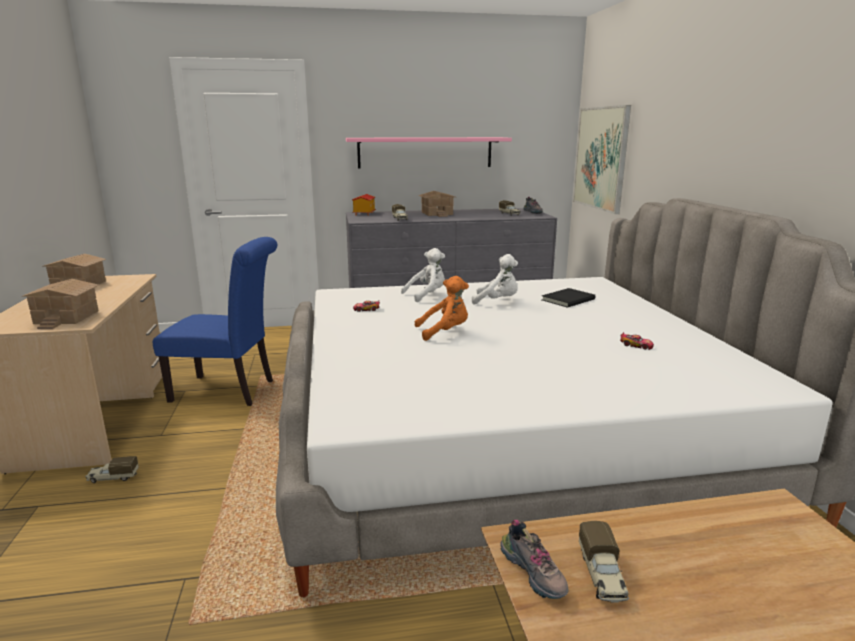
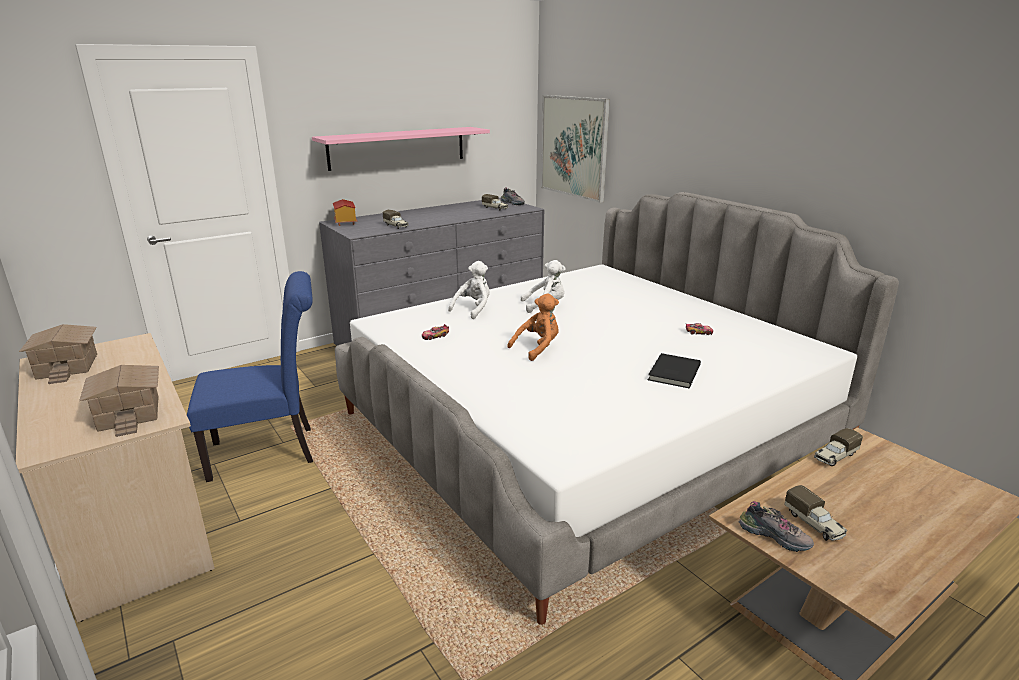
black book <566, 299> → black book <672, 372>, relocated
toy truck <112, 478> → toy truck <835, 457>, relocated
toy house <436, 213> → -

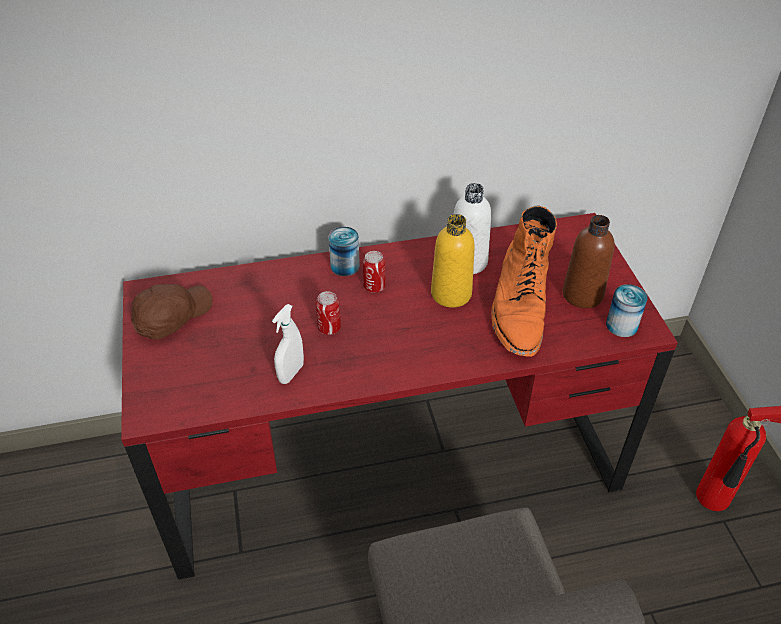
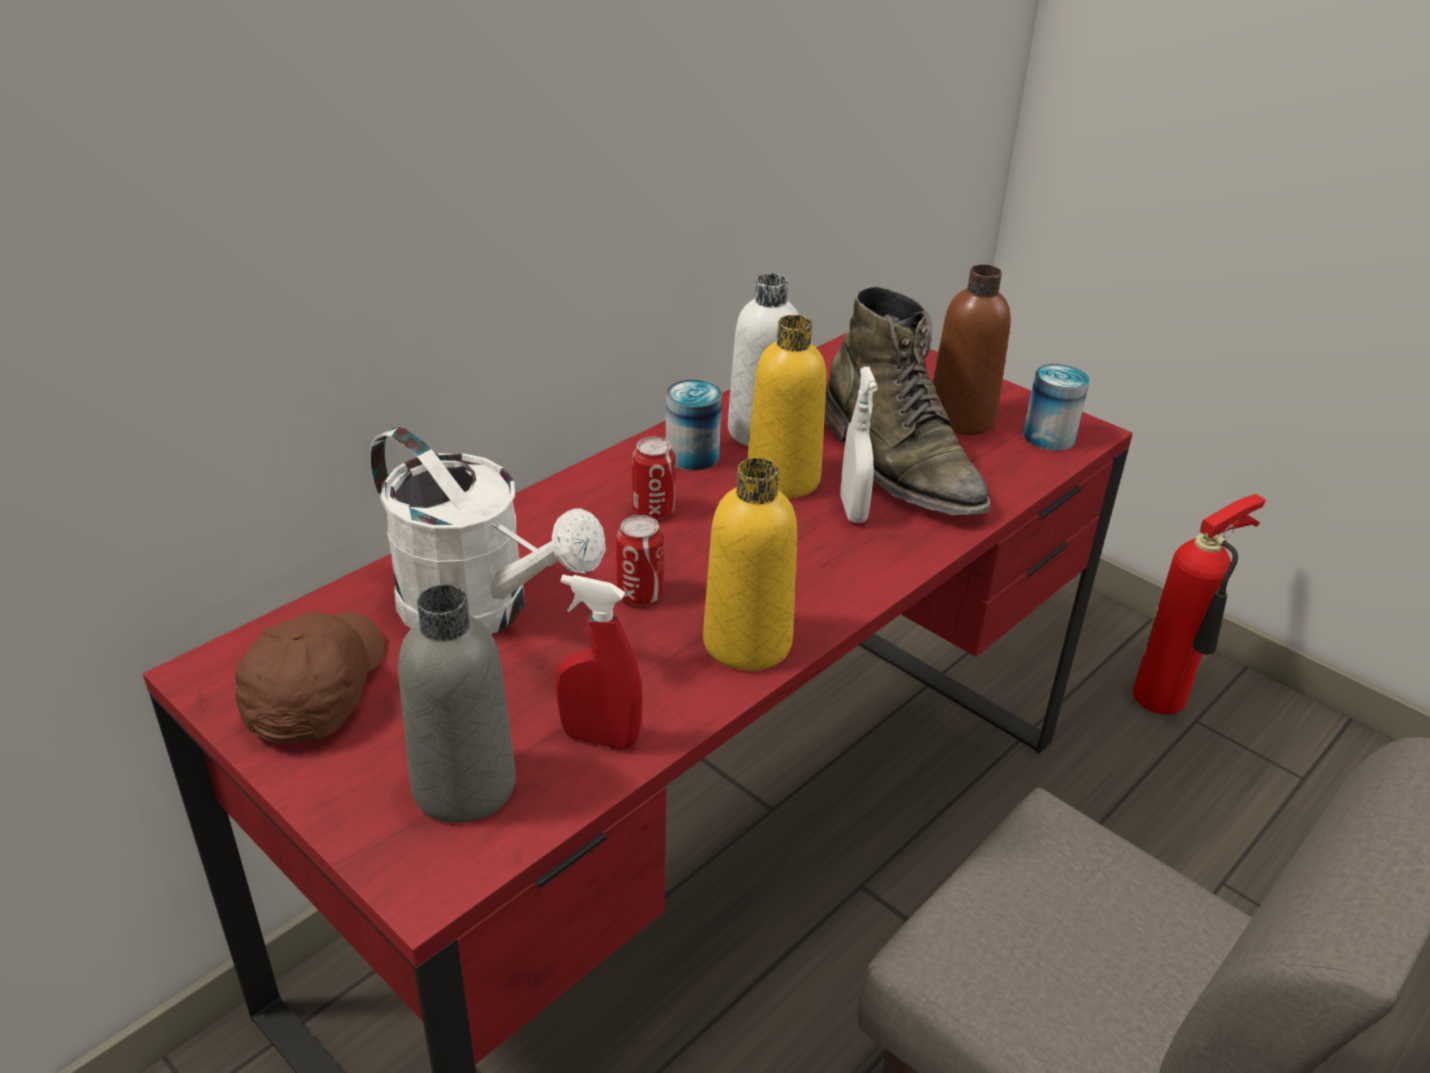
- → white watering can <481, 611>
- → grey bottle <464, 786>
- → red spray bottle <600, 738>
can <345, 266> → can <692, 456>, relocated
- → yellow bottle <747, 643>
orange boot <519, 308> → green boot <898, 463>
white spray bottle <291, 373> → white spray bottle <853, 509>, relocated

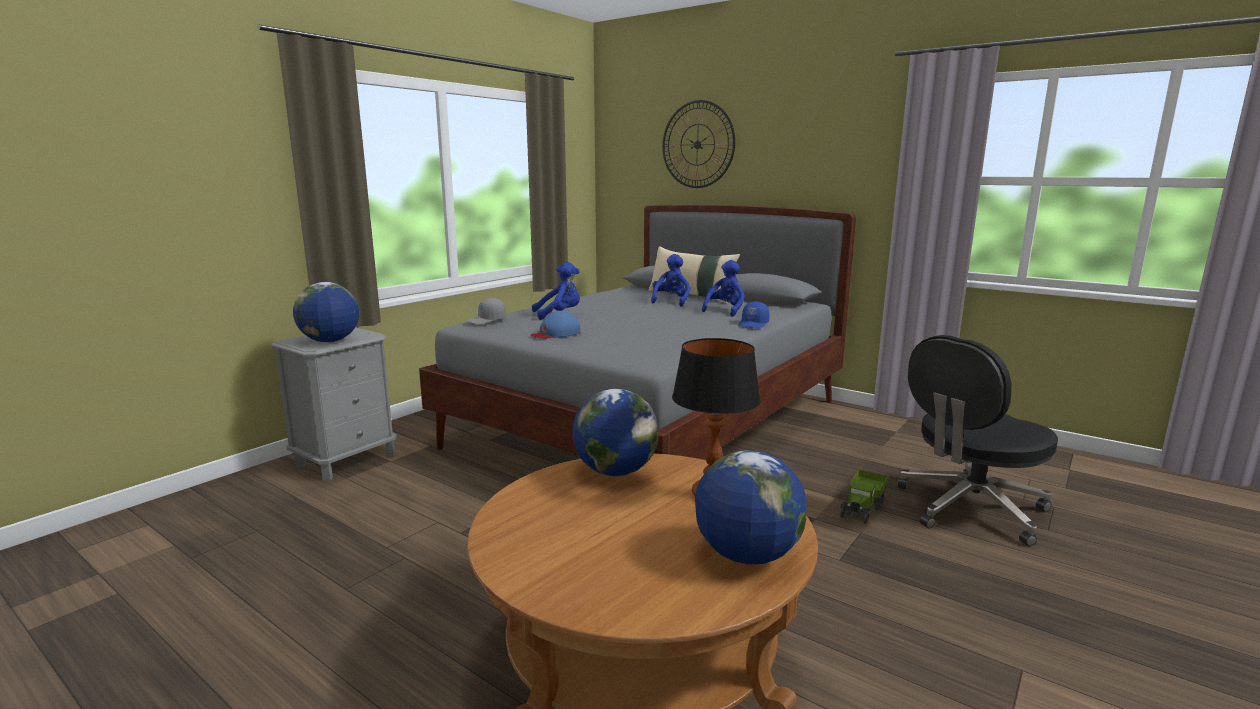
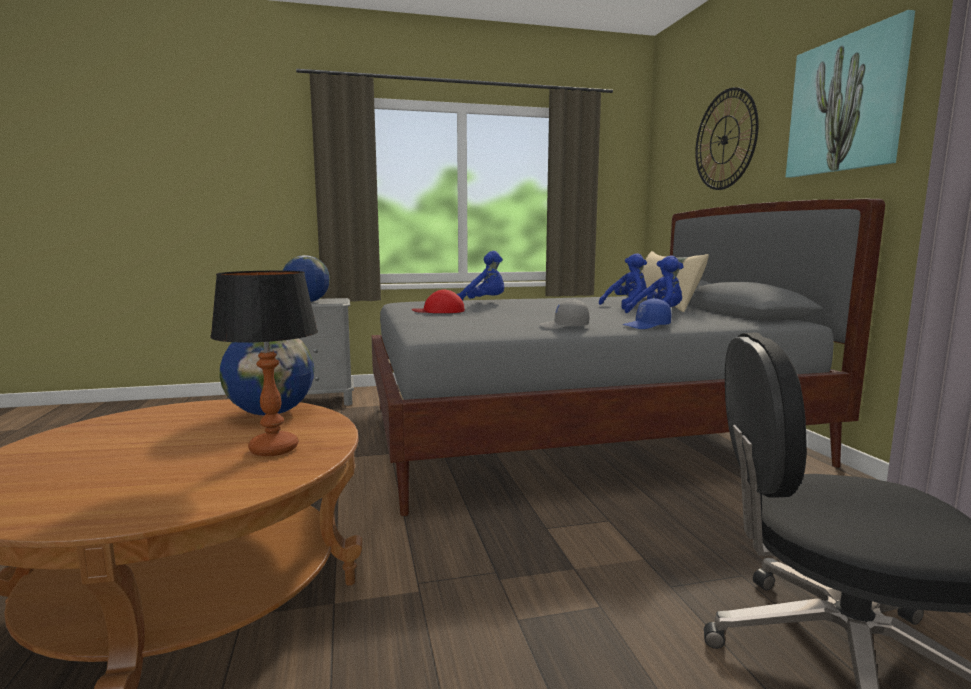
blue cap <556, 333> → red cap <439, 311>
grey cap <486, 320> → grey cap <563, 327>, relocated
- → picture <845, 104>
globe <747, 555> → -
toy truck <862, 506> → -

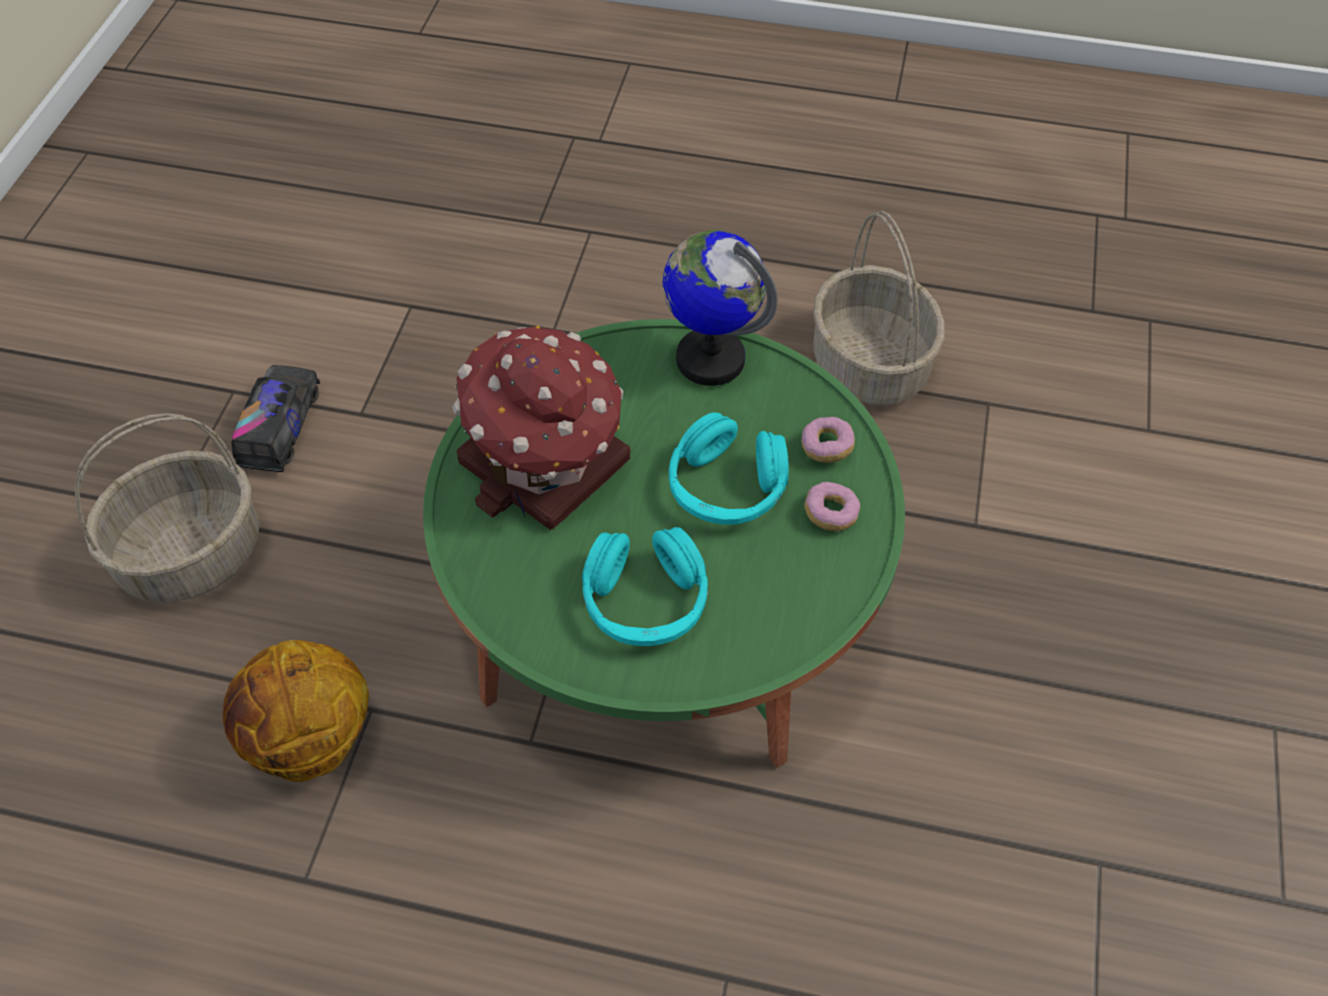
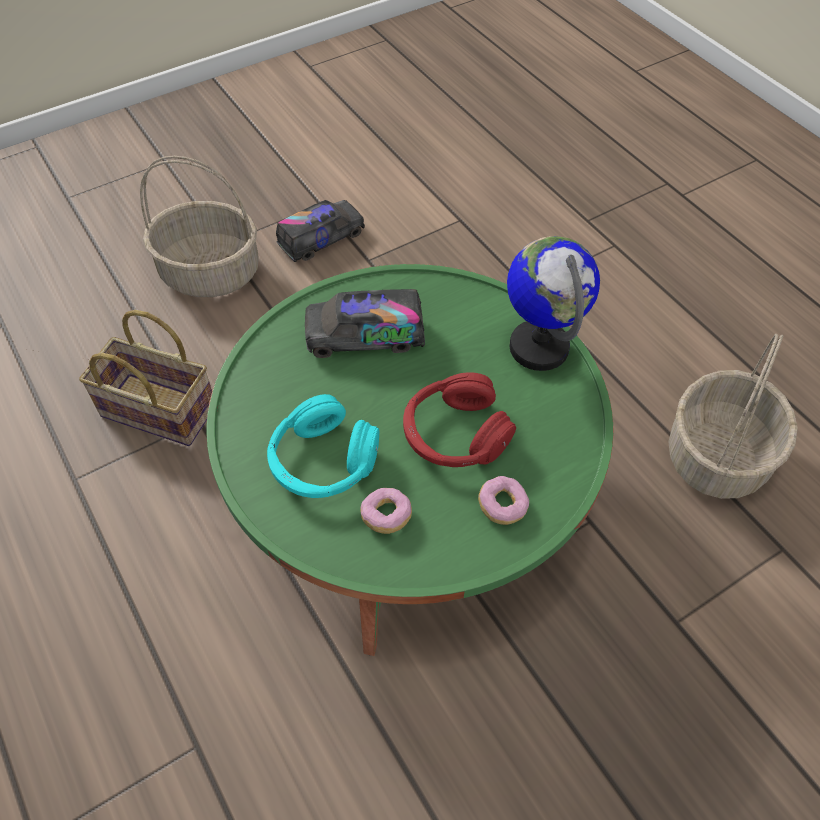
basketball <311, 740> → basket <155, 411>
toy house <546, 465> → toy truck <365, 337>
donut <826, 447> → donut <386, 516>, relocated
turquoise headphones <726, 487> → red headphones <454, 434>

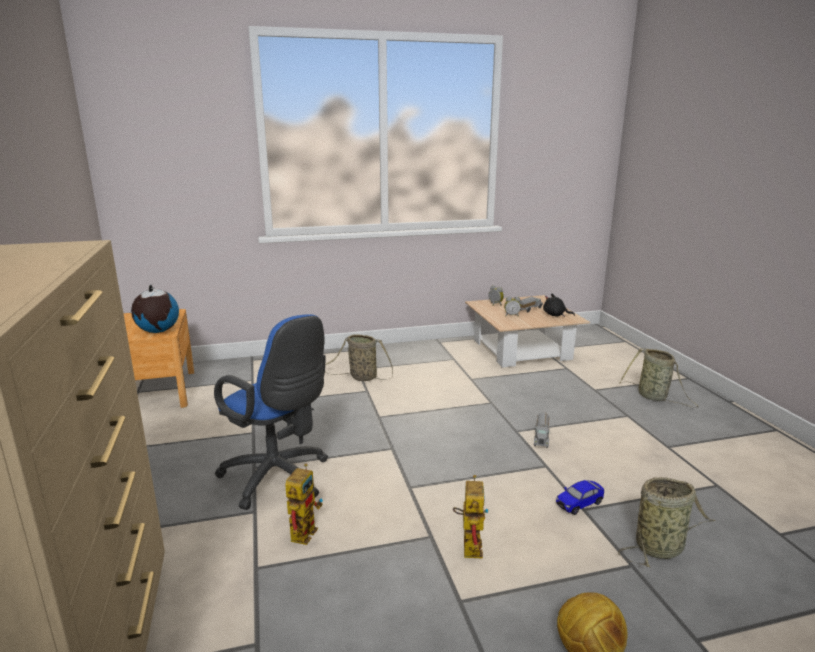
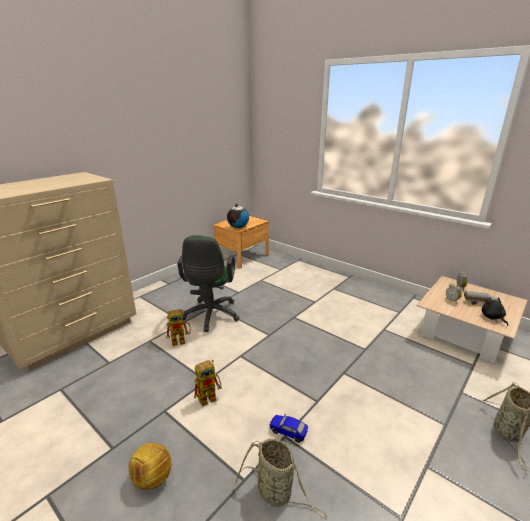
blue office chair <279, 479> → green office chair <211, 316>
basket <361, 377> → -
toy truck <542, 438> → -

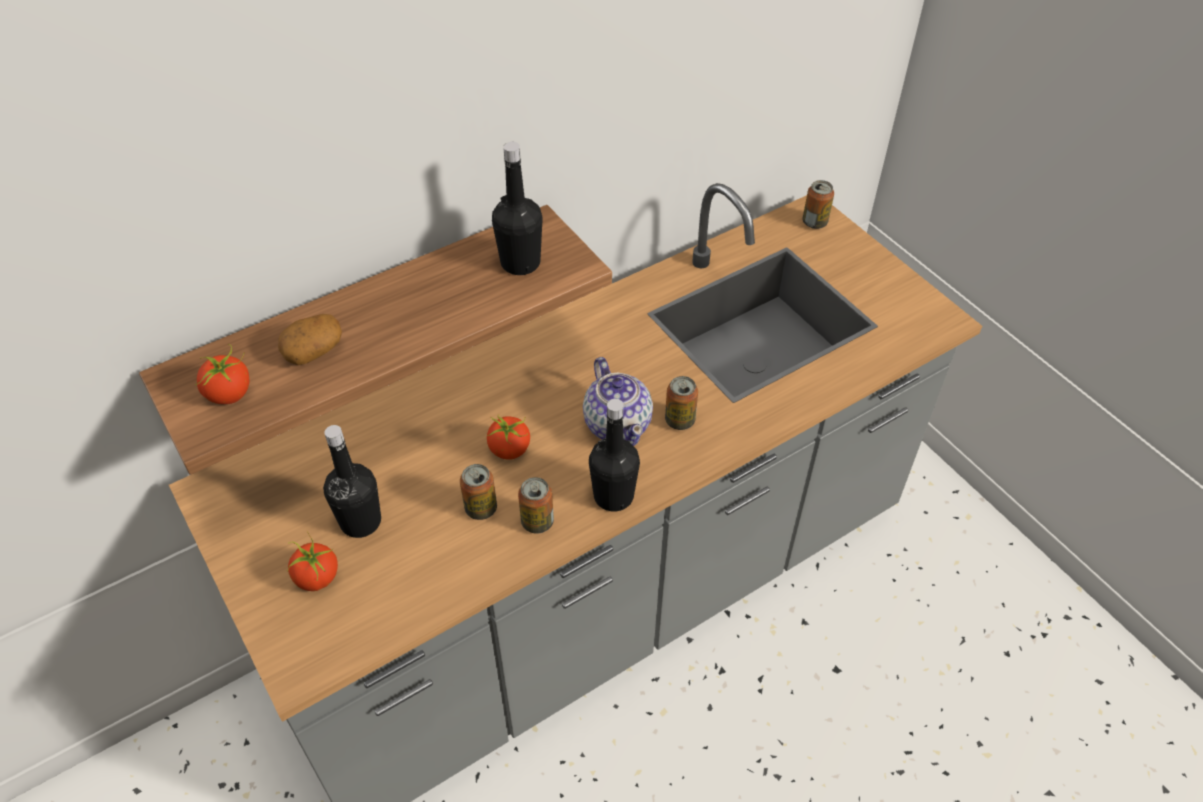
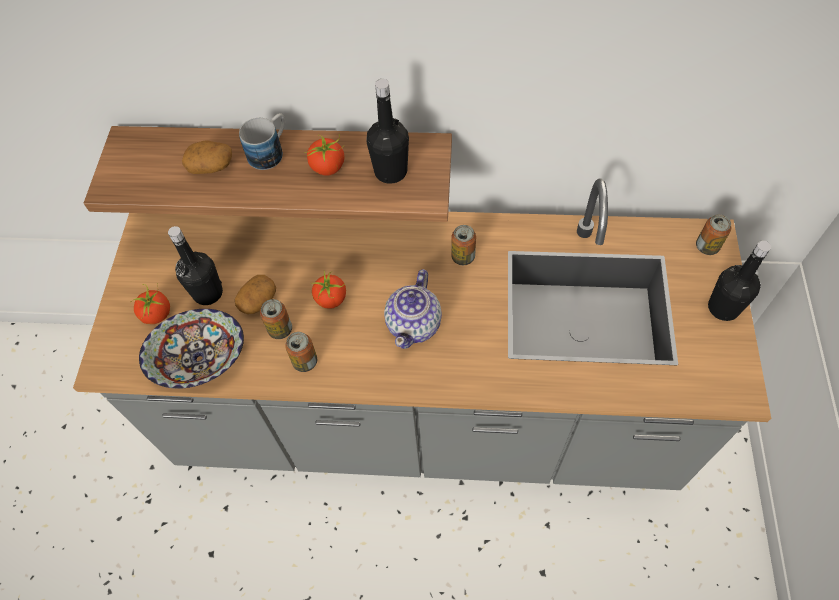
- → bowl <199, 358>
- → potato <258, 301>
- → mug <271, 151>
tomato <229, 394> → tomato <328, 167>, relocated
can <679, 420> → can <463, 257>, relocated
black bottle <613, 496> → black bottle <723, 308>, relocated

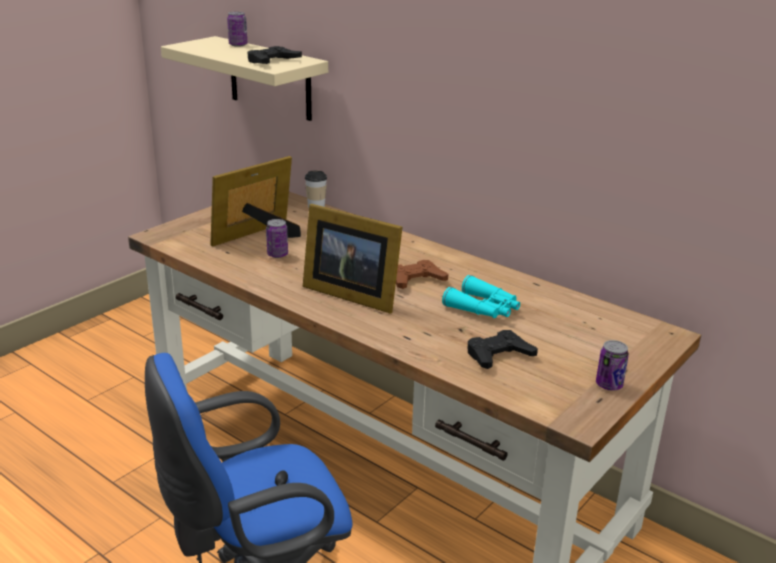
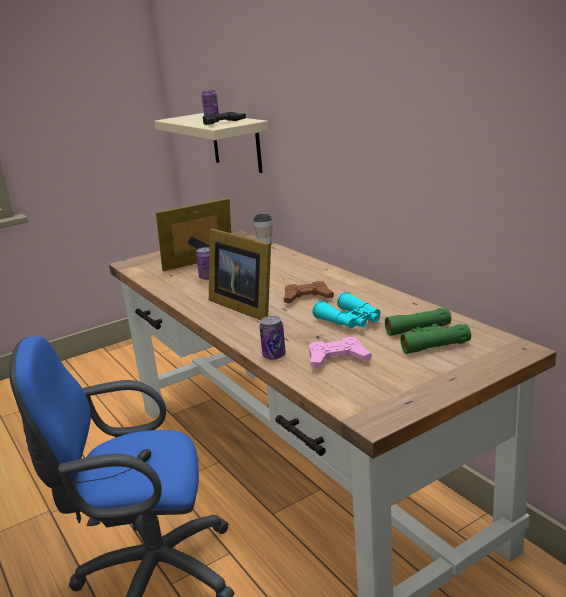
can <609, 385> → can <274, 356>, relocated
black game controller <498, 355> → pink game controller <337, 358>
- → green binoculars <426, 338>

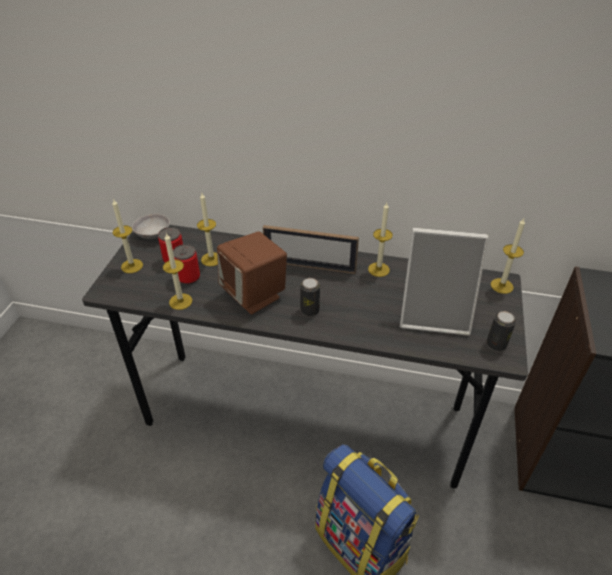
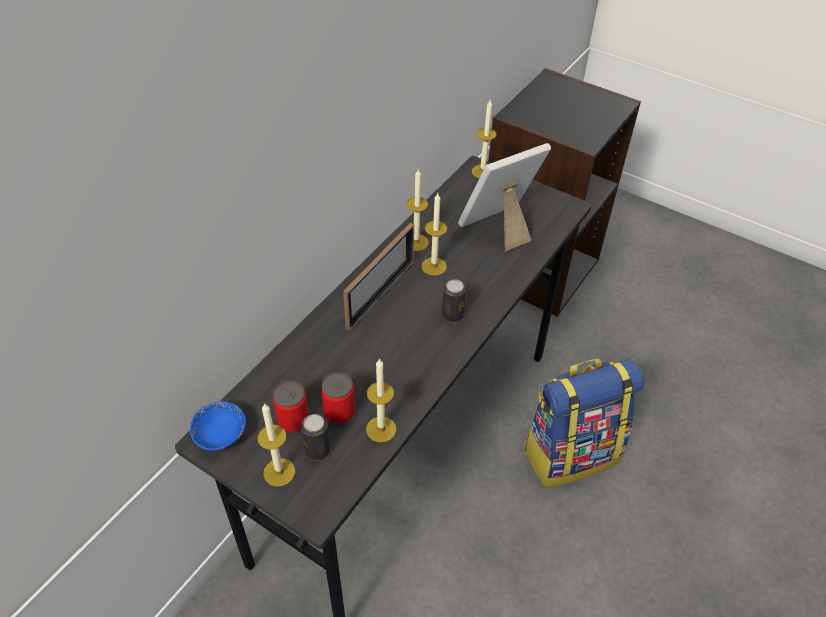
grey bowl <153, 234> → blue bowl <221, 435>
can <496, 344> → can <317, 450>, relocated
candle <211, 259> → candle <434, 266>, relocated
picture frame <435, 314> → picture frame <500, 228>, 150 degrees counterclockwise
brown speaker <255, 295> → -

